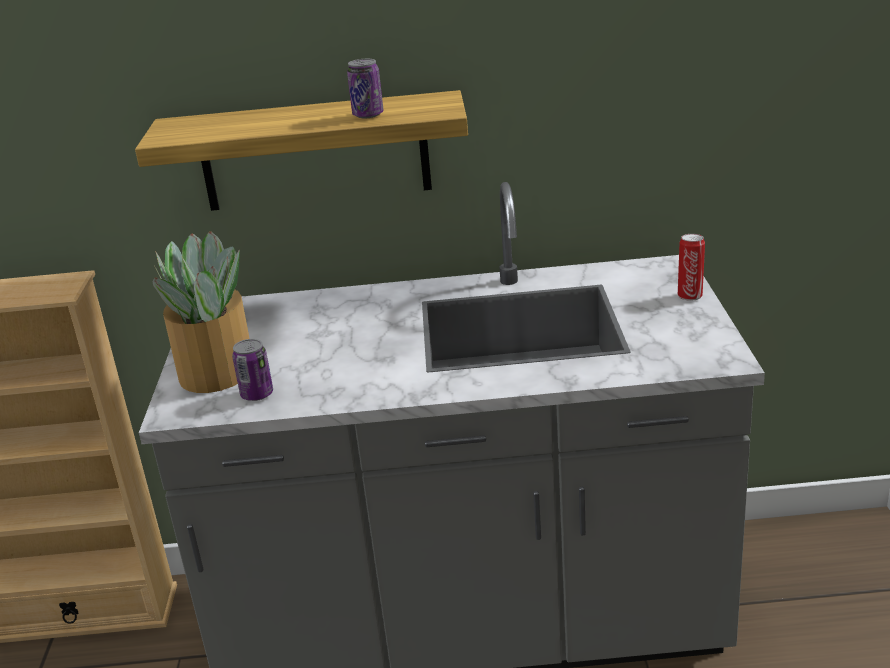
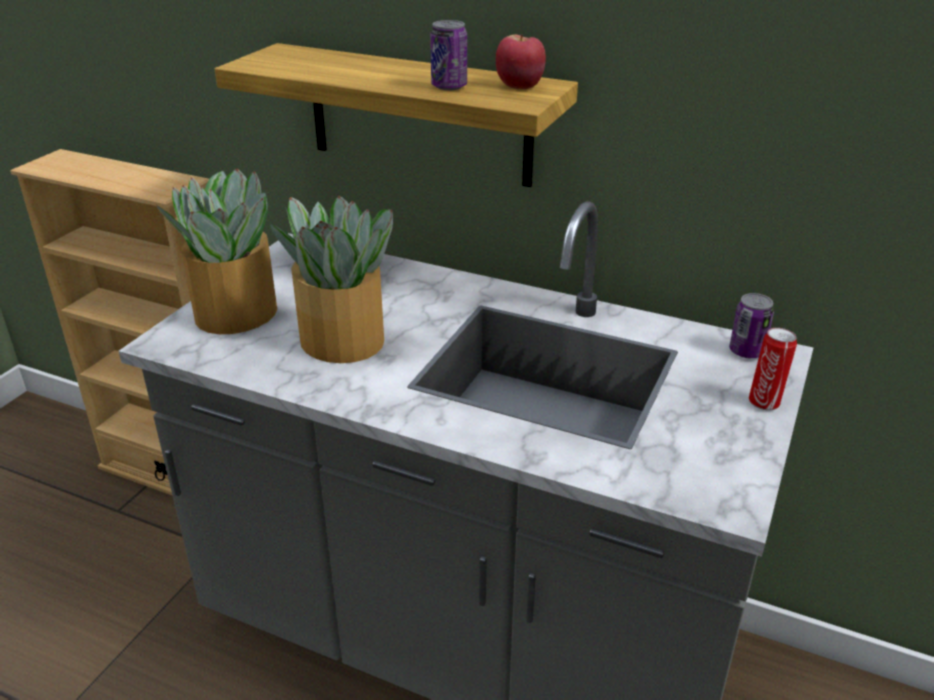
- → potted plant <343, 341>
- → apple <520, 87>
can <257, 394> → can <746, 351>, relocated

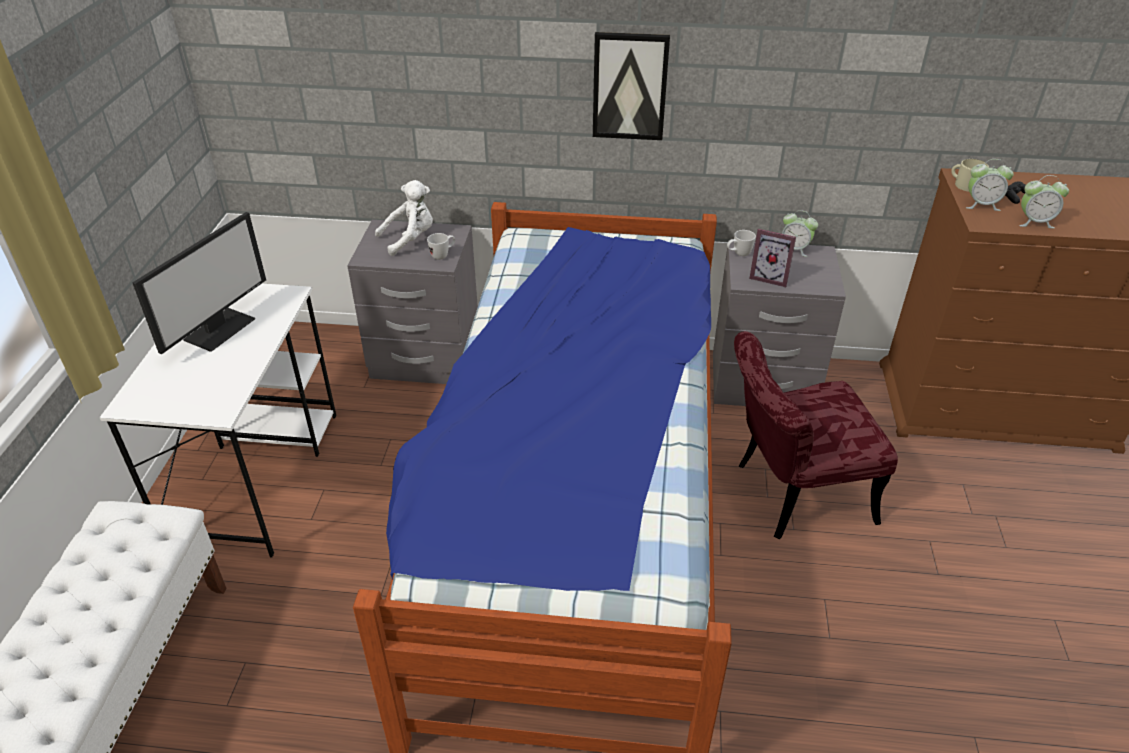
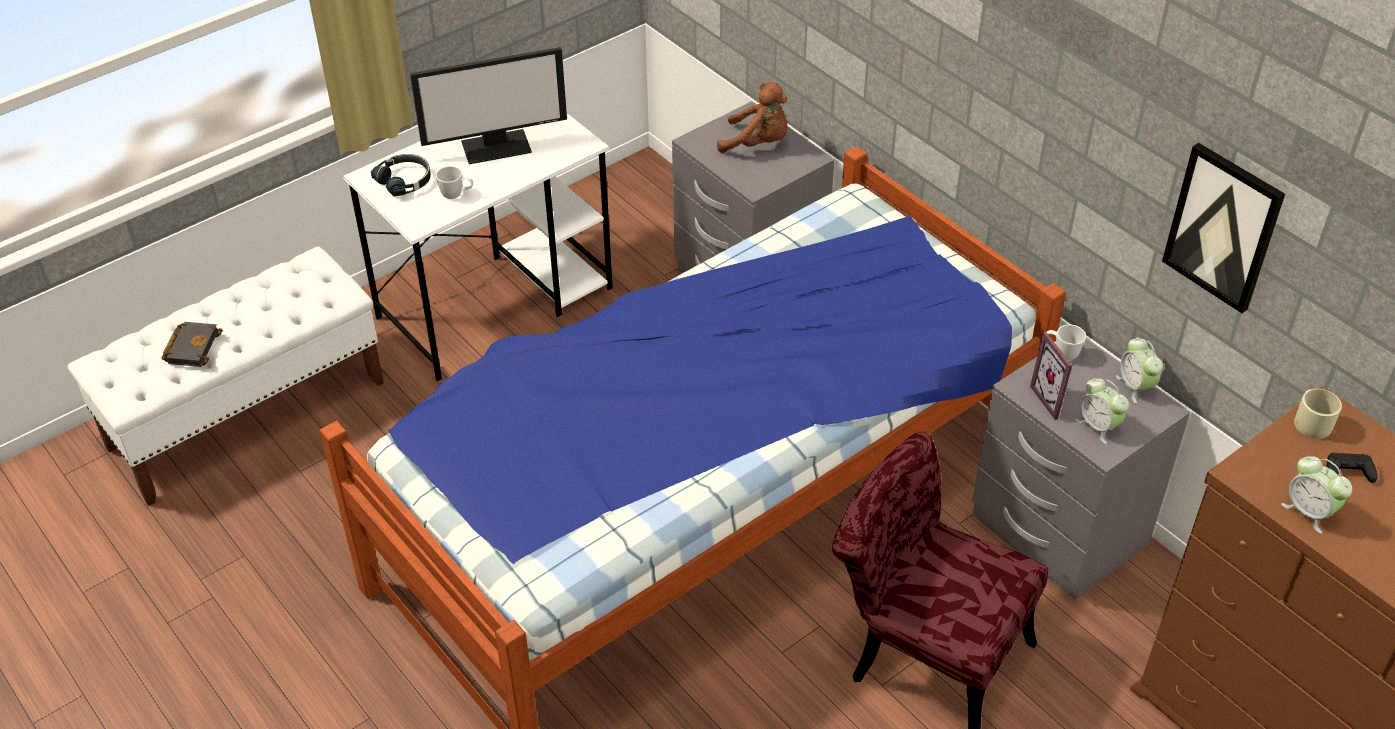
- → black book <191, 347>
- → black headphones <405, 180>
white mug <443, 255> → white mug <457, 195>, relocated
white plush toy <410, 239> → brown plush toy <758, 143>
alarm clock <981, 205> → alarm clock <1098, 426>, relocated
picture <630, 86> → picture <1223, 227>, relocated

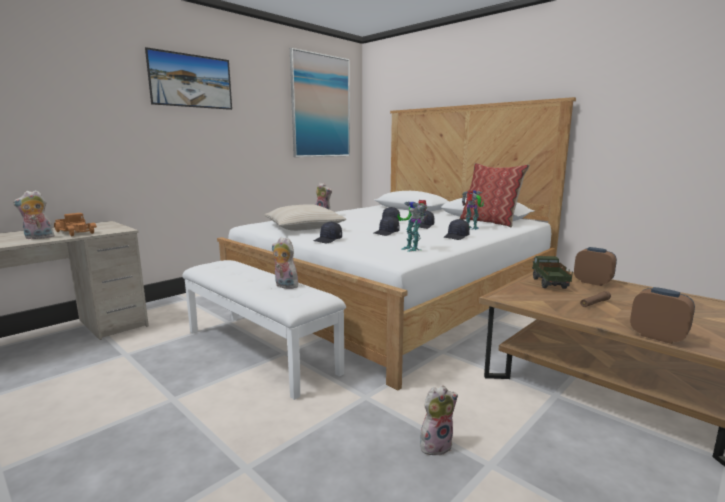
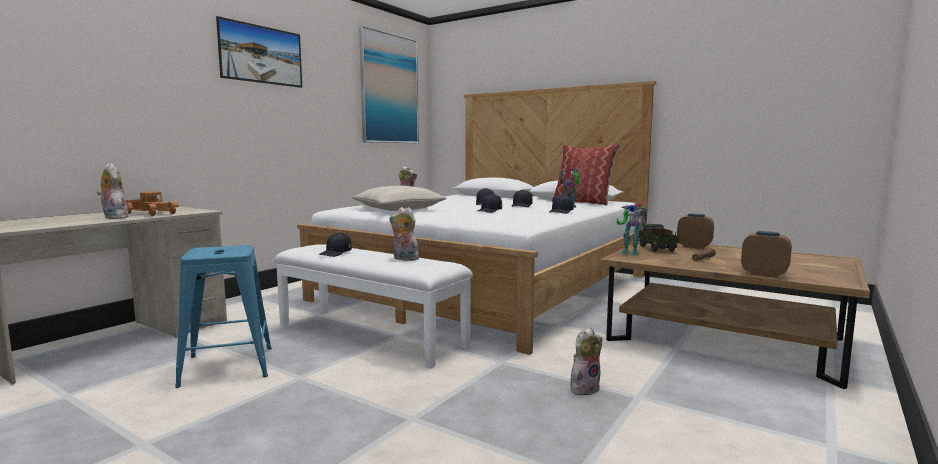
plush toy <38, 238> → plush toy <113, 218>, 75 degrees clockwise
- → blue stool <228, 366>
black cap <328, 240> → black cap <335, 253>, relocated
toy robot <412, 248> → toy robot <629, 253>, relocated

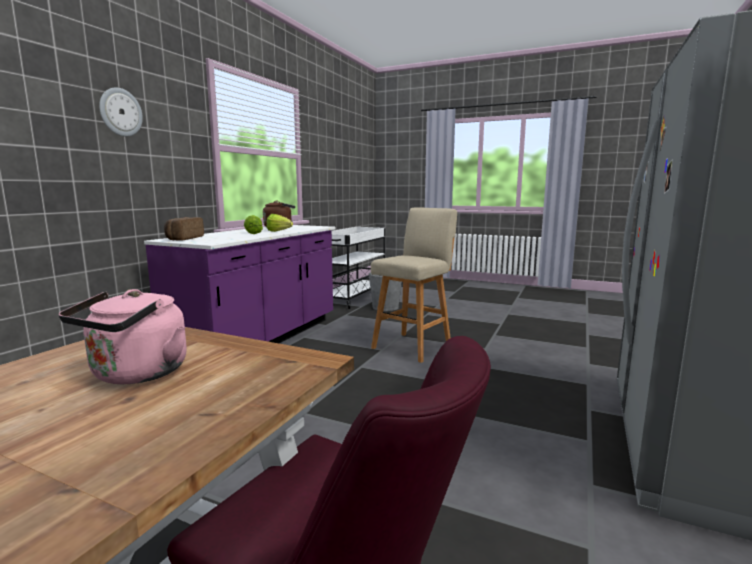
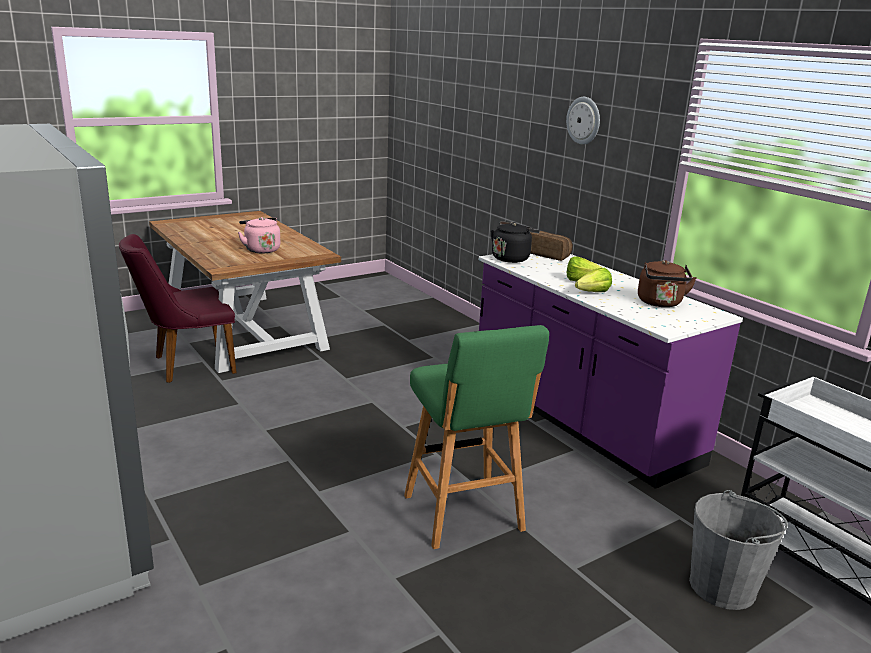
beige stool <413, 346> → green stool <464, 515>
- → black kettle <511, 258>

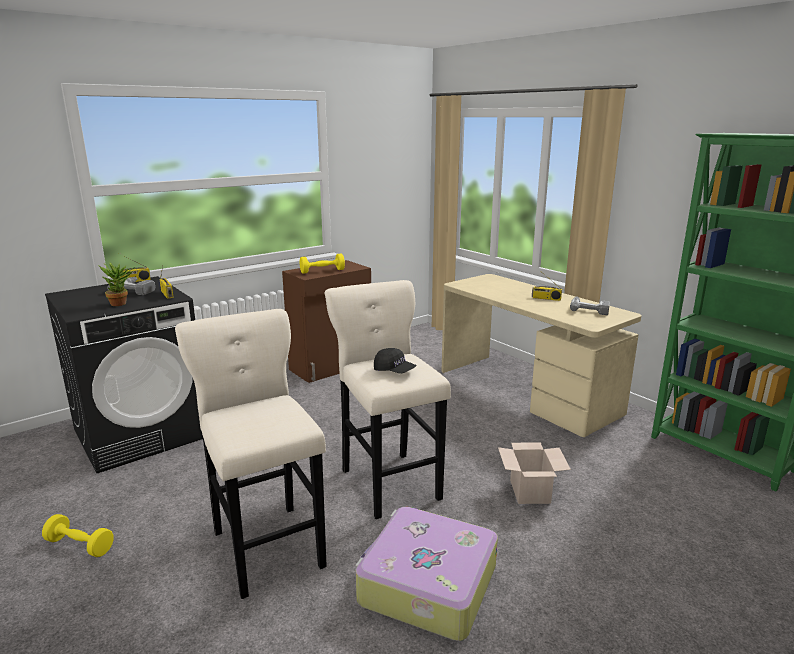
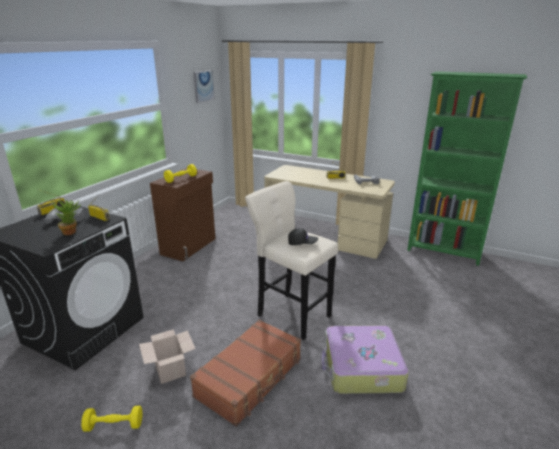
cardboard box <531, 492> → cardboard box <171, 370>, relocated
beige stool <267, 544> → brown suitcase <250, 377>
- → picture <203, 86>

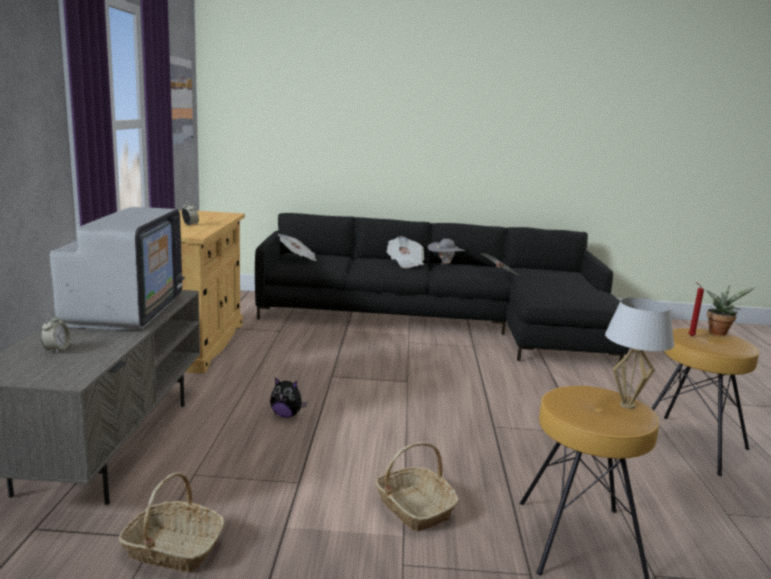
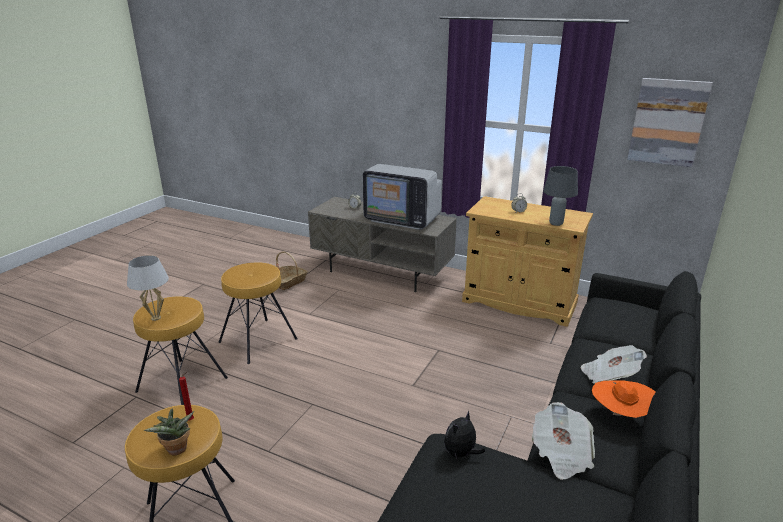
basket <413, 508> → brown stool <258, 340>
plush toy <286, 415> → plush toy <461, 454>, relocated
- → grey table lamp <556, 223>
grey hat <445, 263> → orange hat <620, 415>
newspaper <298, 258> → -

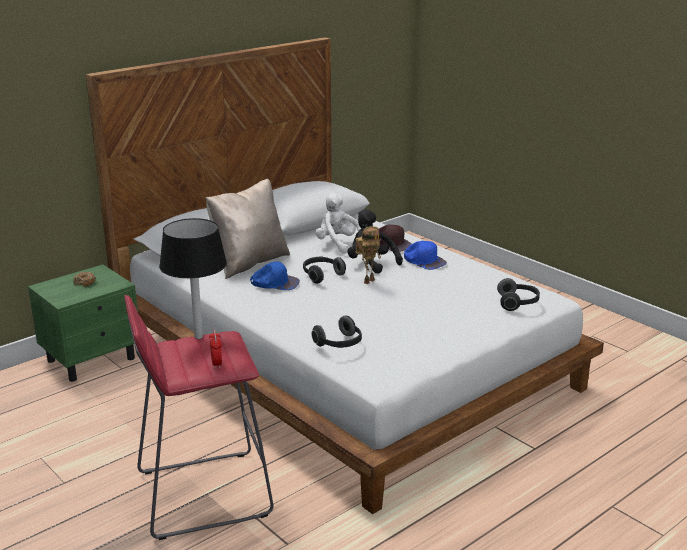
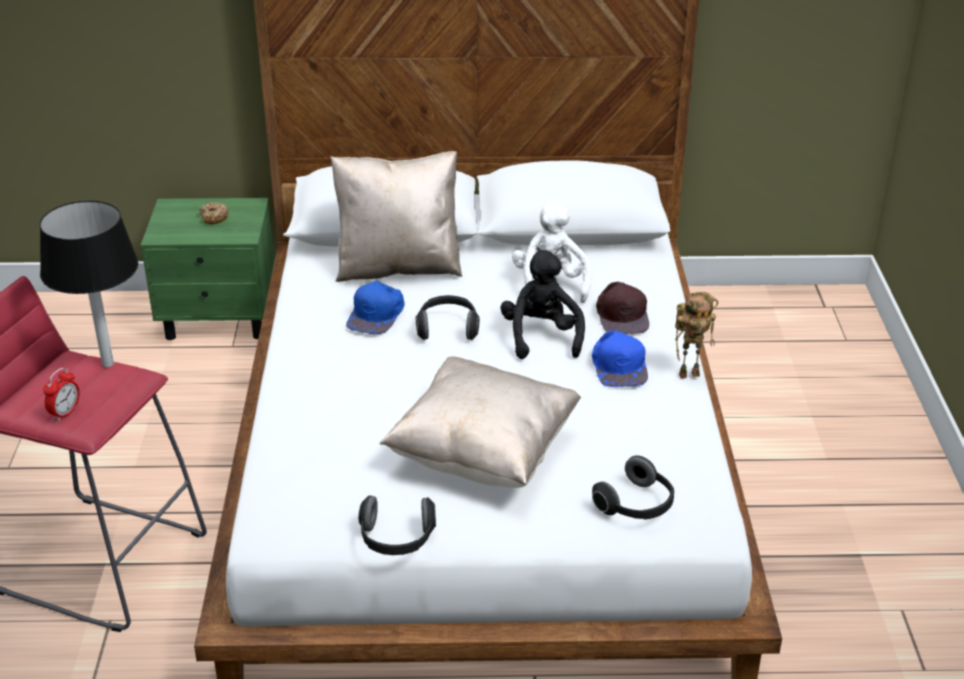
blue cap <275, 283> → blue cap <377, 314>, 60 degrees clockwise
headphones <339, 344> → headphones <396, 540>, relocated
- → beige pillow <483, 454>
toy robot <368, 281> → toy robot <690, 373>, relocated

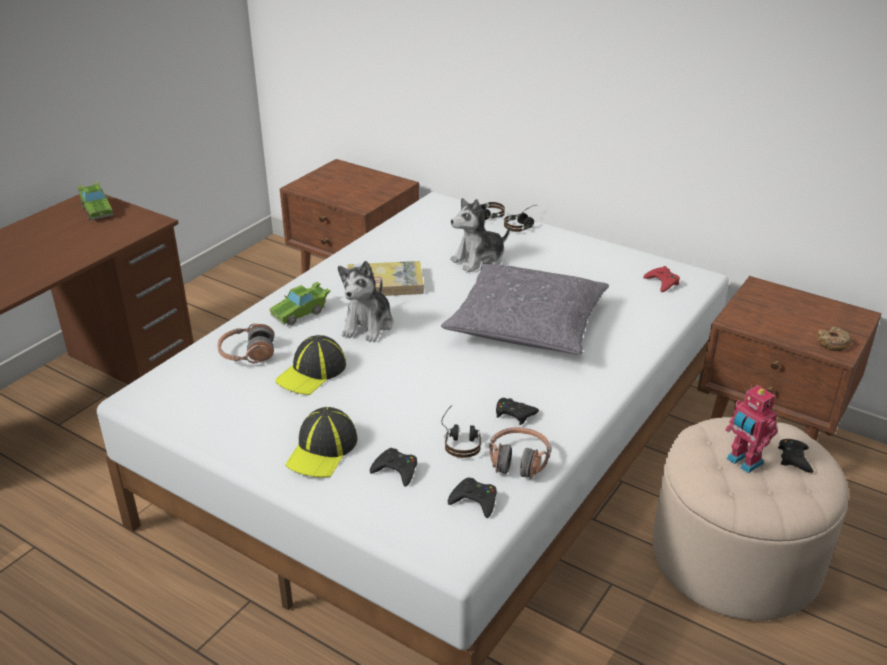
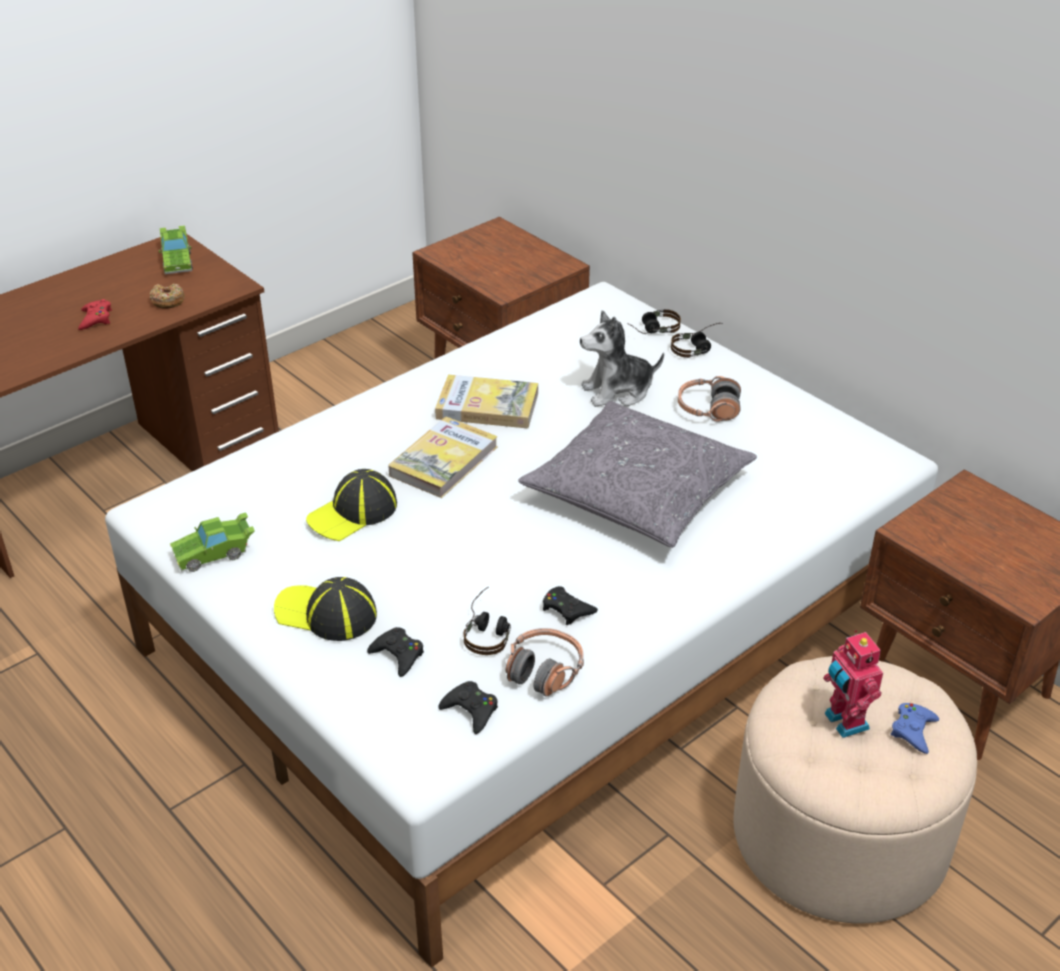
red game controller <662, 282> → red game controller <96, 319>, relocated
donut <832, 343> → donut <167, 301>, relocated
green toy car <301, 313> → green toy car <215, 553>, relocated
cap <322, 450> → cap <326, 614>, 75 degrees clockwise
plush toy <368, 325> → book <444, 461>
headphones <247, 353> → headphones <708, 409>, relocated
black game controller <794, 458> → blue game controller <913, 730>

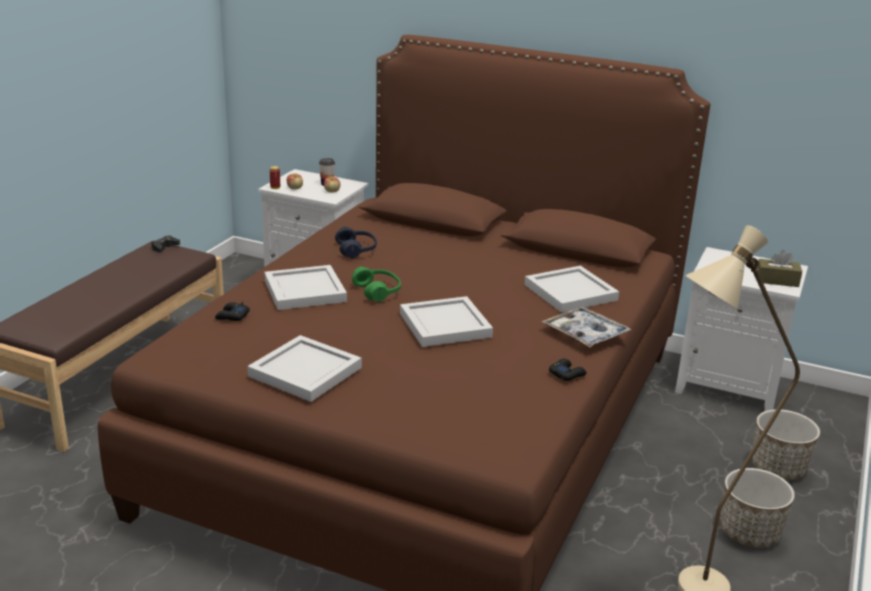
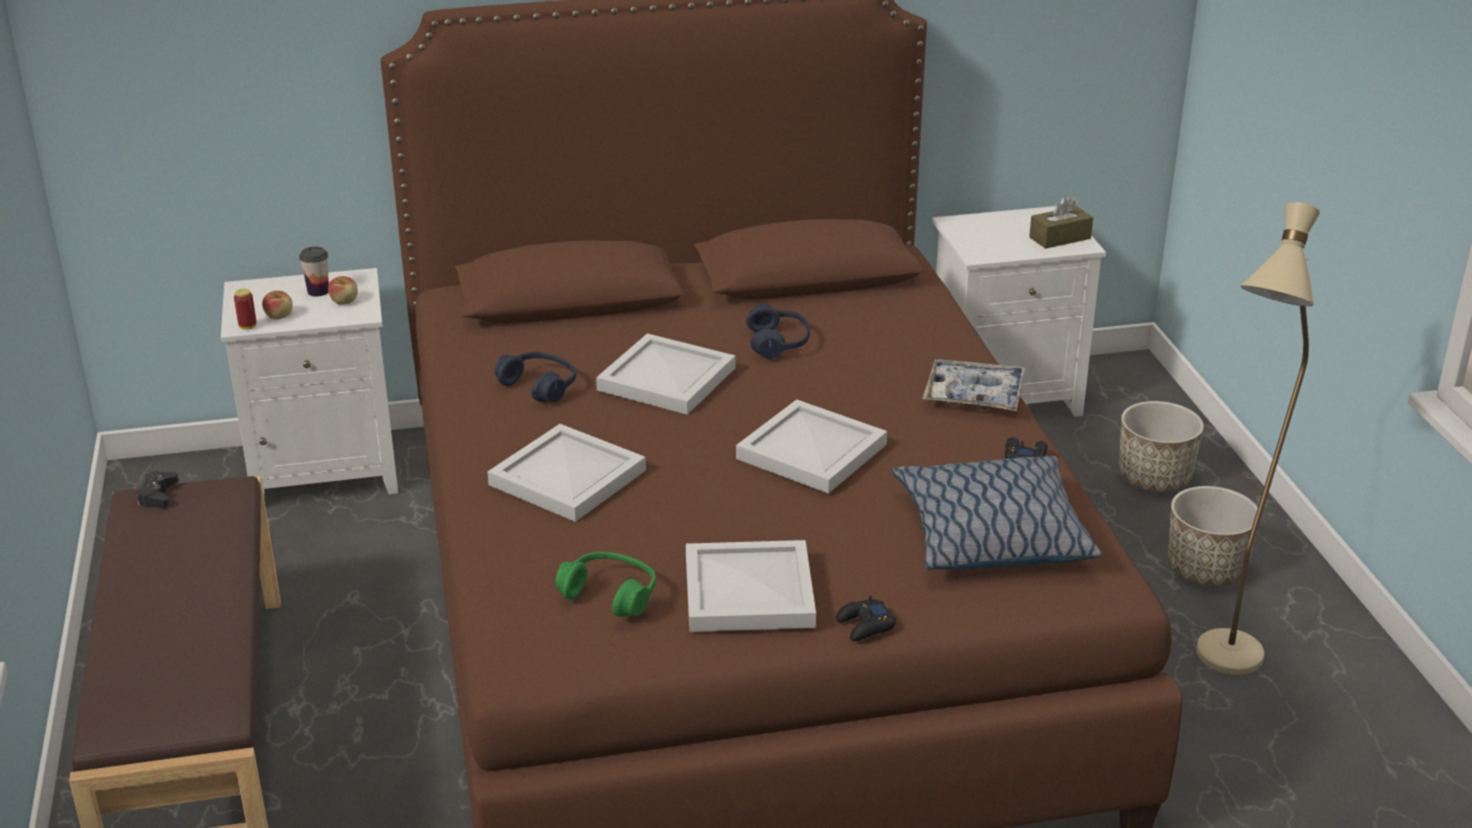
green headphones <377, 291> → green headphones <610, 595>, relocated
white tray <571, 291> → white tray <666, 378>, relocated
- → blue headphones <778, 343>
black game controller <232, 316> → black game controller <865, 626>, relocated
- → pillow <990, 535>

